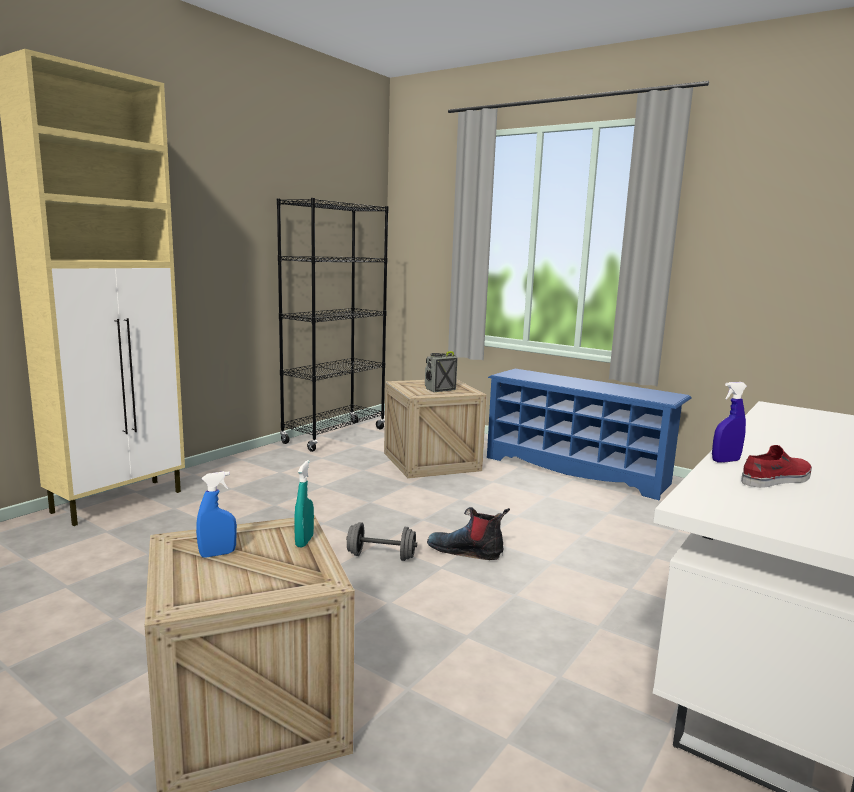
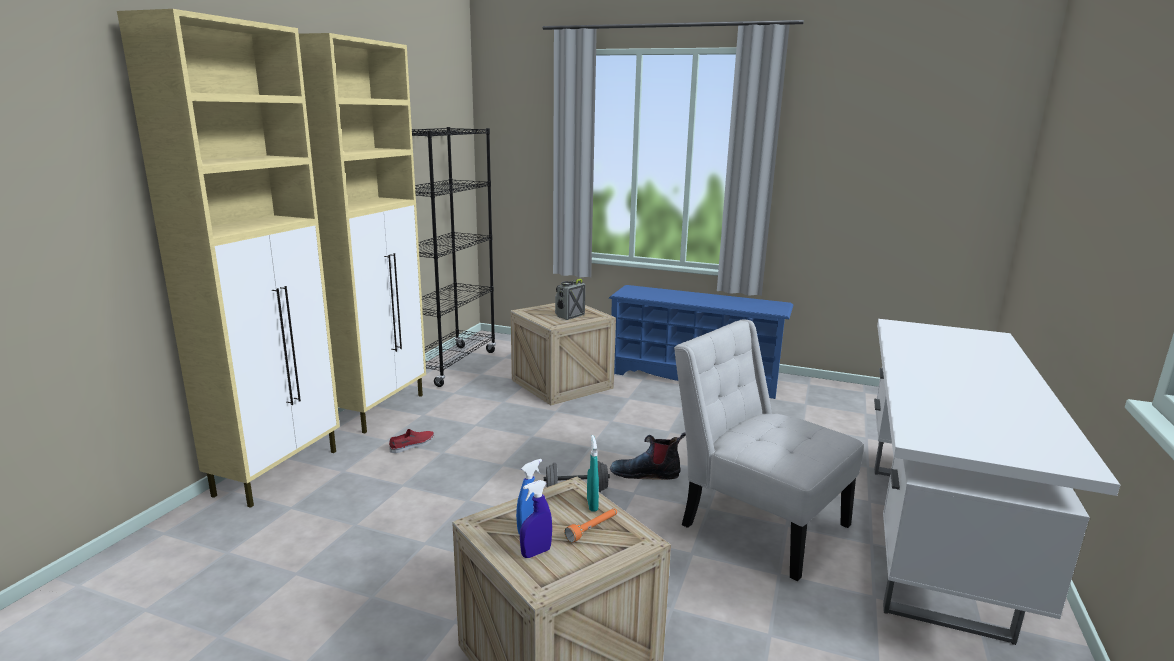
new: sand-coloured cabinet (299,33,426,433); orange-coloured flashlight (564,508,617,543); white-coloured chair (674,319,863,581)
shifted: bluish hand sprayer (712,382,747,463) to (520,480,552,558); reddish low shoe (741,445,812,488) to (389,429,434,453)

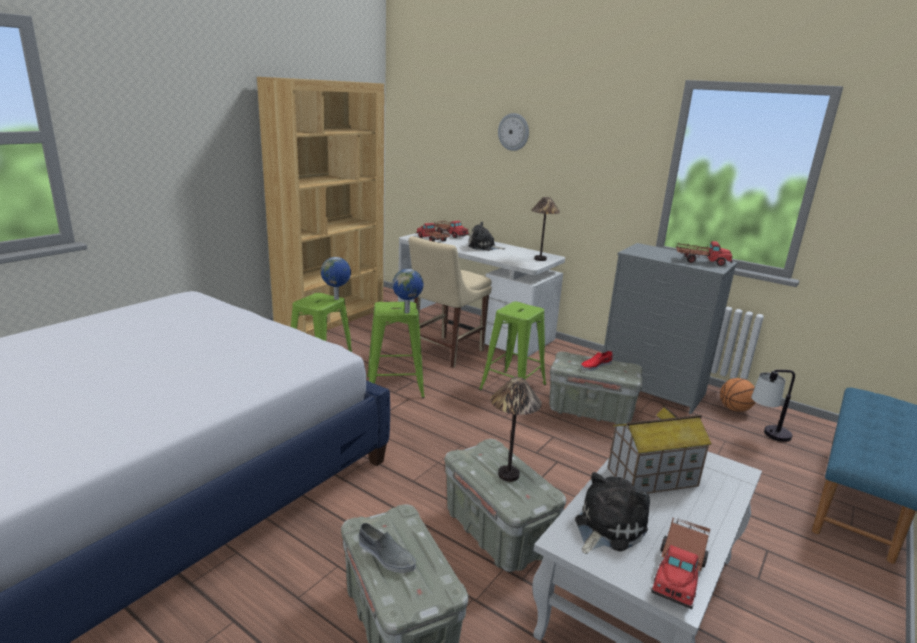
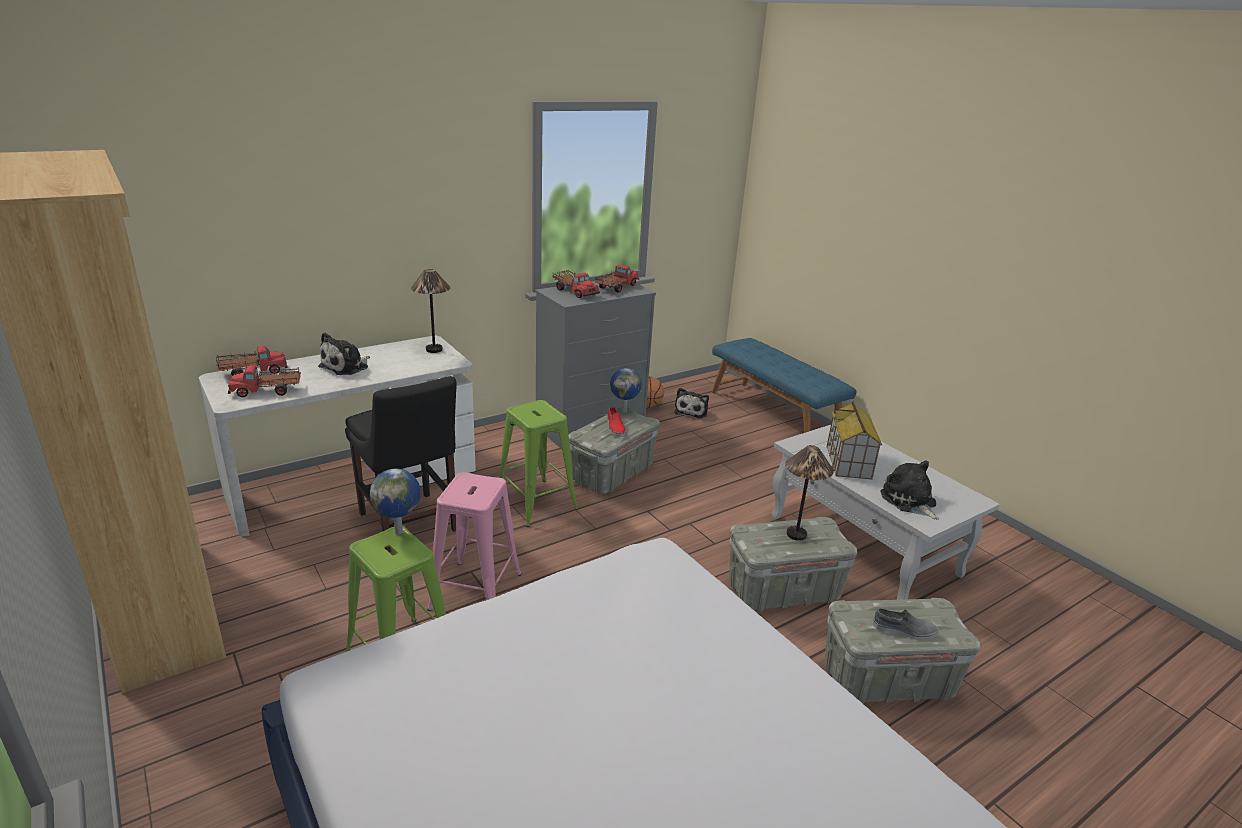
gone: clock on the wall (498,113,529,151)
shifted: desk globe (392,269,424,313) to (610,368,642,413); toy lorry (651,517,711,609) to (552,270,600,298)
swapped: table lamp (751,370,795,442) to soft toy (675,388,709,418)
repainted: green-coloured sitting stool (367,302,425,398) to pinkish sitting stool (427,472,522,611); sand-coloured chair (409,236,492,368) to black chair (345,376,457,553)
rotated: greyish low shoe (358,523,416,573) = (873,608,939,640) 45 degrees clockwise

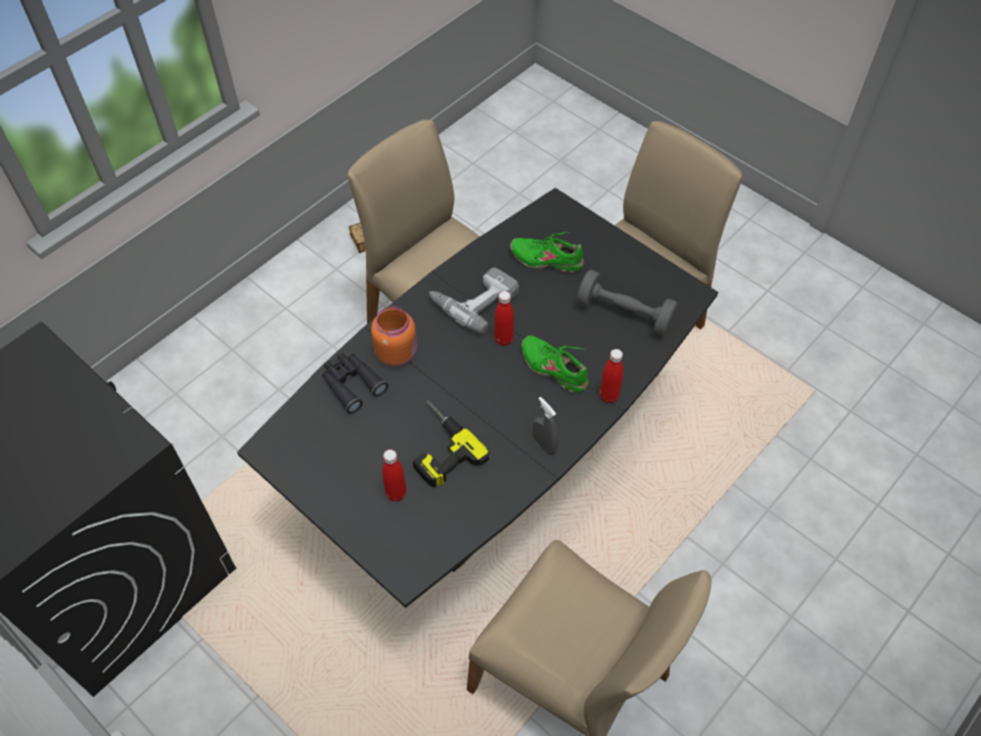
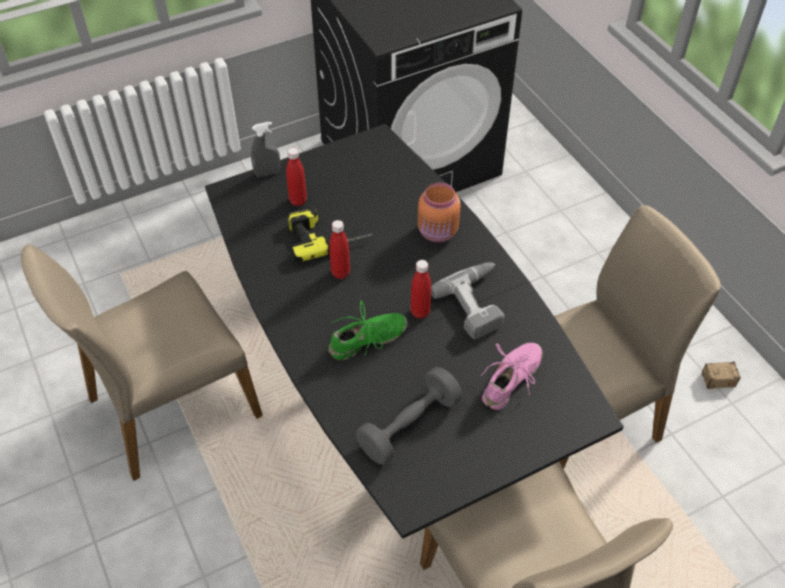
gone: black pair of binoculars (322,353,388,414)
shifted: greyish hand sprayer (533,397,558,455) to (251,122,280,177); reddish bottle (600,349,623,403) to (329,220,350,279)
repainted: green-coloured low shoe (510,232,584,273) to pinkish low shoe (481,343,543,410)

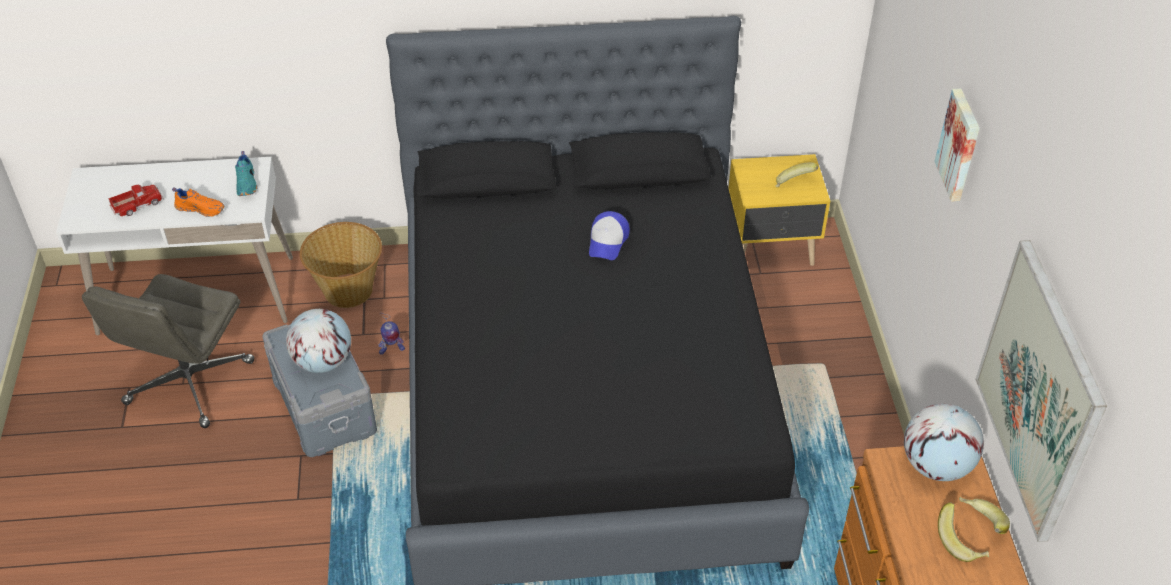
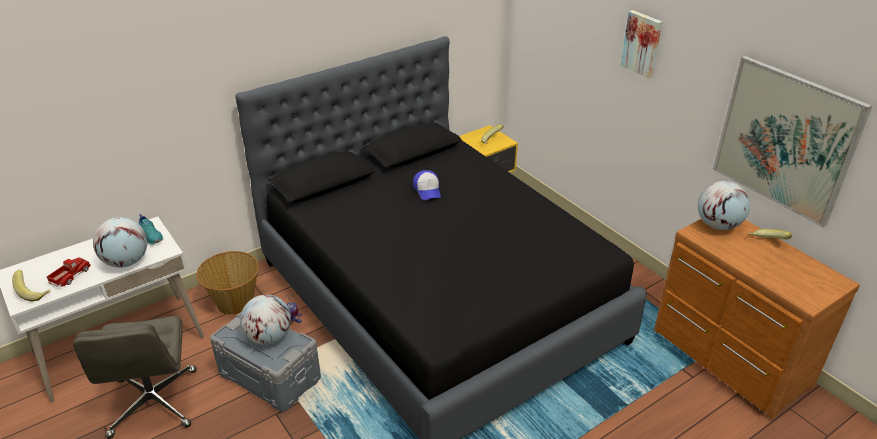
shifted: whole banana (938,502,989,562) to (12,270,51,301)
swapped: orange-coloured low shoe (172,187,224,217) to desk globe (93,217,147,268)

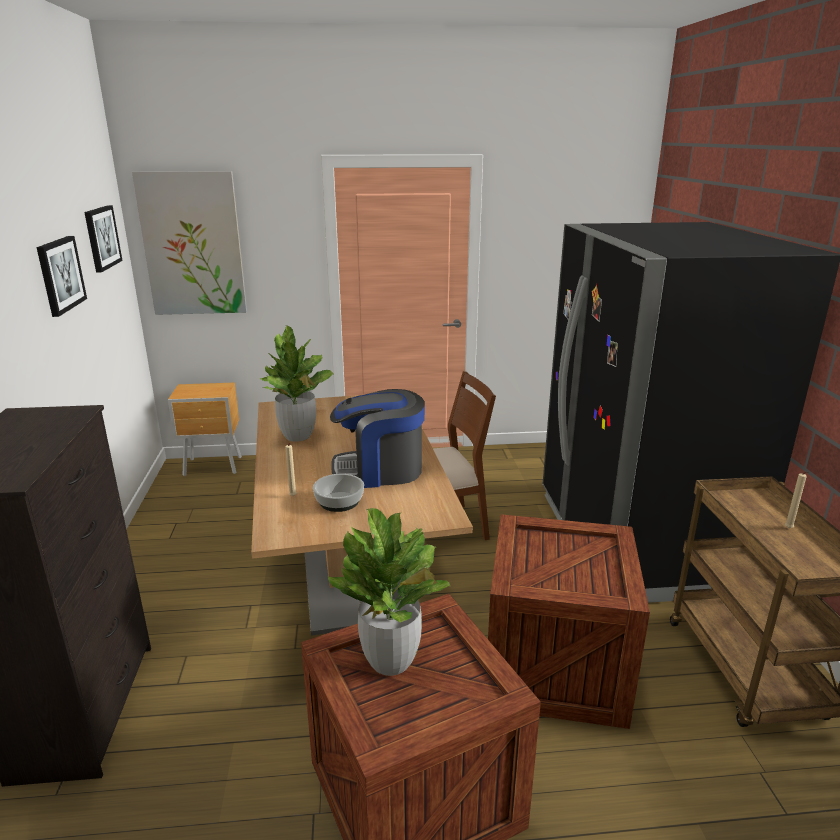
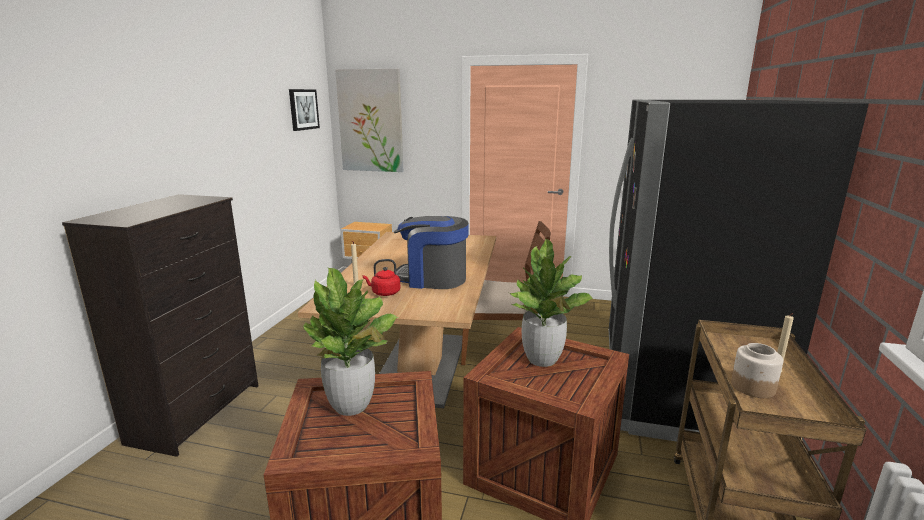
gone: wall art (36,236,87,317)
new: jar (731,343,783,398)
shifted: houseplant (259,325,333,442) to (509,239,593,367)
swapped: serving bowl (313,474,364,512) to reddish kettle (363,259,400,296)

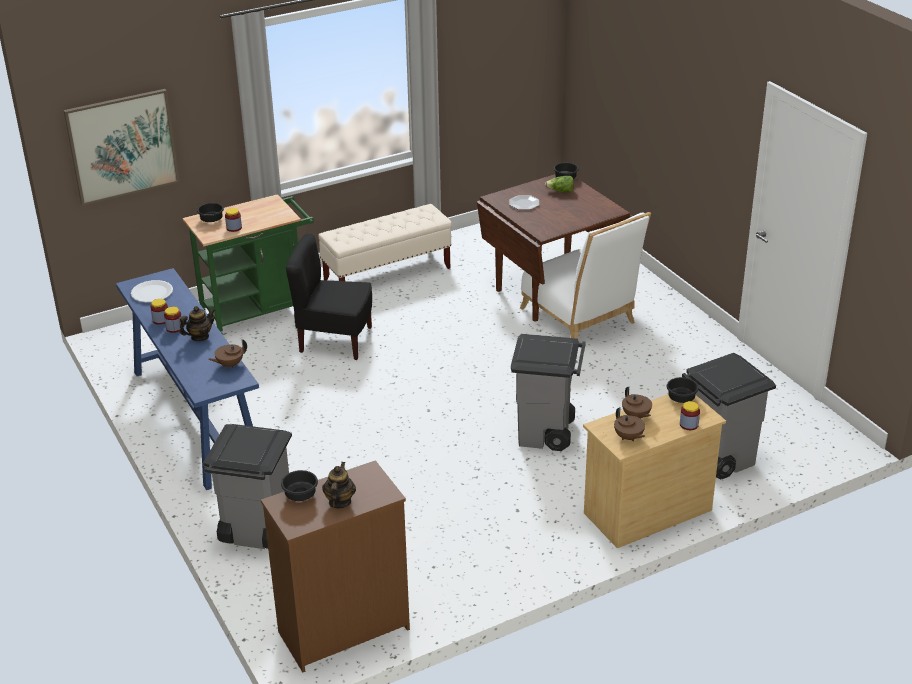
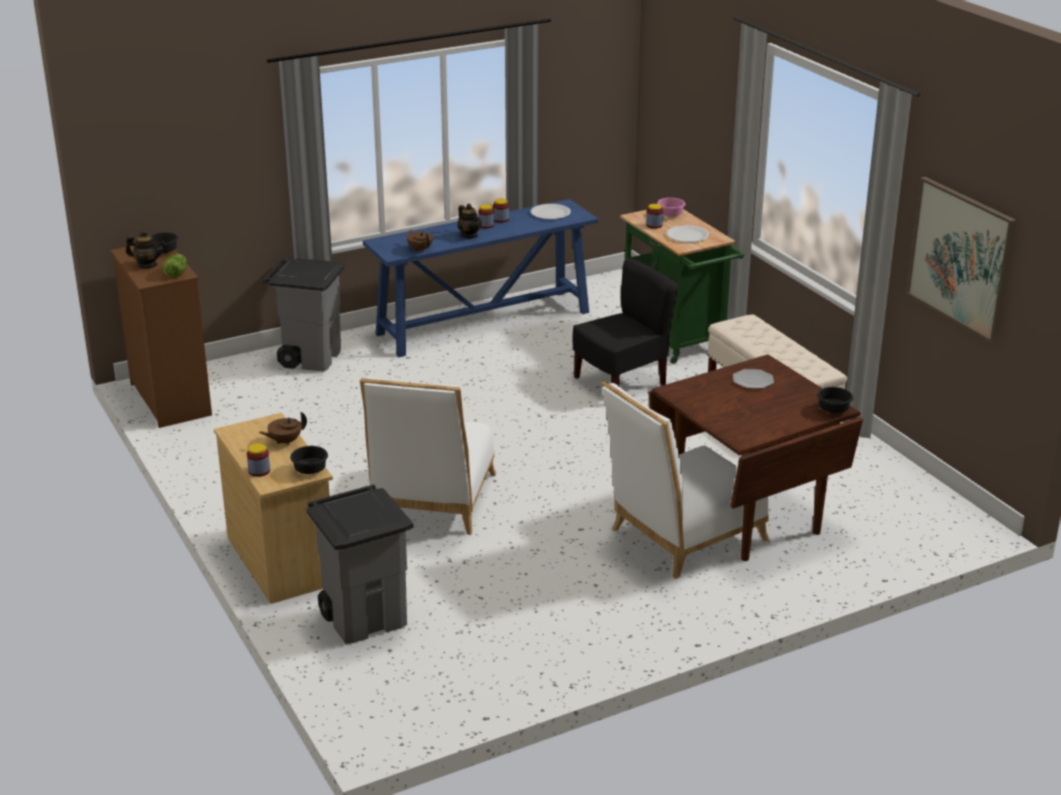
gone: brown-coloured tea pot (614,407,645,442)
new: white-coloured plate (666,225,709,242)
shifted: wall art (64,89,180,206) to (906,177,1016,343); head of lettuce (545,176,574,193) to (162,254,187,278)
swapped: greyish waste bin (511,334,586,451) to white-coloured chair (360,377,496,535)
repainted: black serving bowl (197,203,224,222) to pinkish serving bowl (657,198,685,217)
rotated: black chair (286,234,372,360) = (572,258,678,386) 45 degrees clockwise

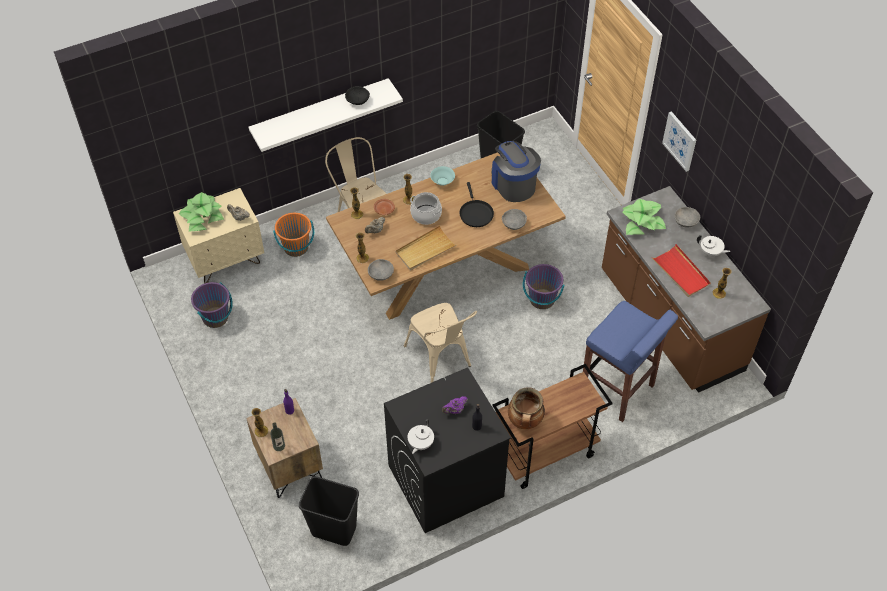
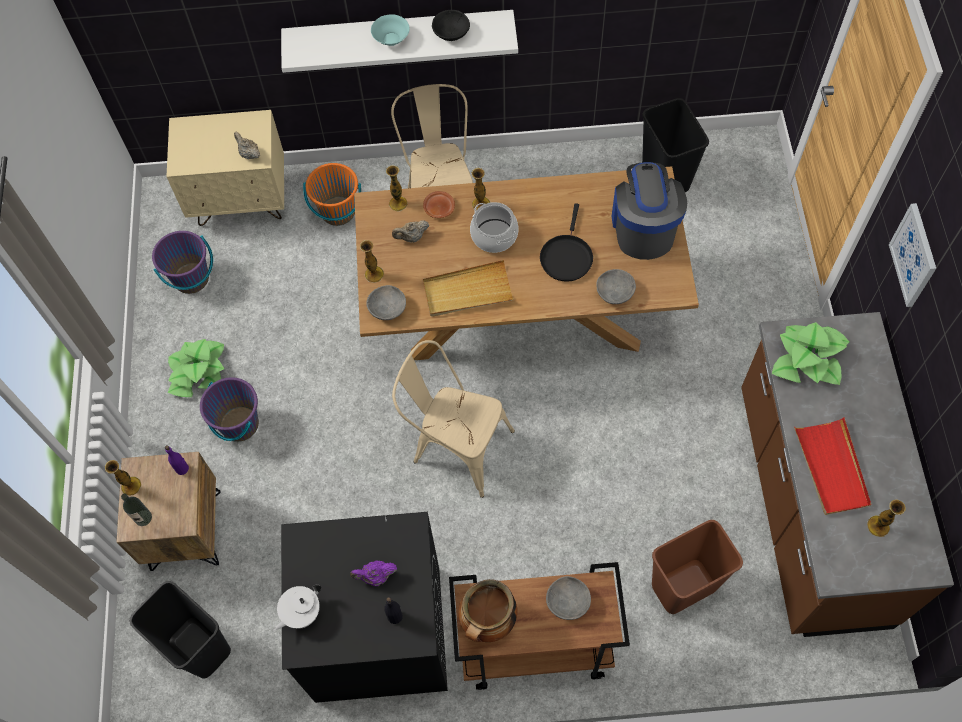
gone: white-coloured tea pot (697,235,730,257)
shifted: houseplant (179,192,224,232) to (167,339,224,397); blue-green serving bowl (430,166,455,186) to (371,14,410,46); purple-coloured bucket (523,264,565,309) to (200,377,259,442); greyish serving bowl (674,207,700,228) to (546,576,591,620)
swapped: bluish sitting stool (583,301,678,422) to brown-coloured waste bin (652,520,743,614)
rotated: sand-coloured chair (404,303,477,383) = (392,340,515,498) 120 degrees clockwise

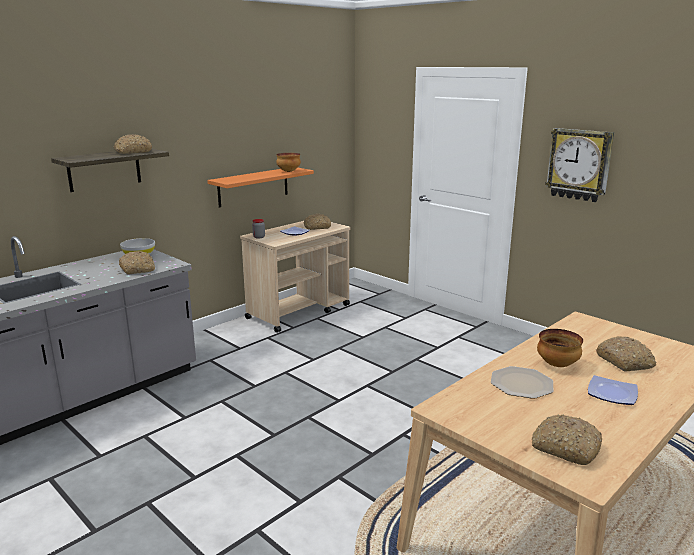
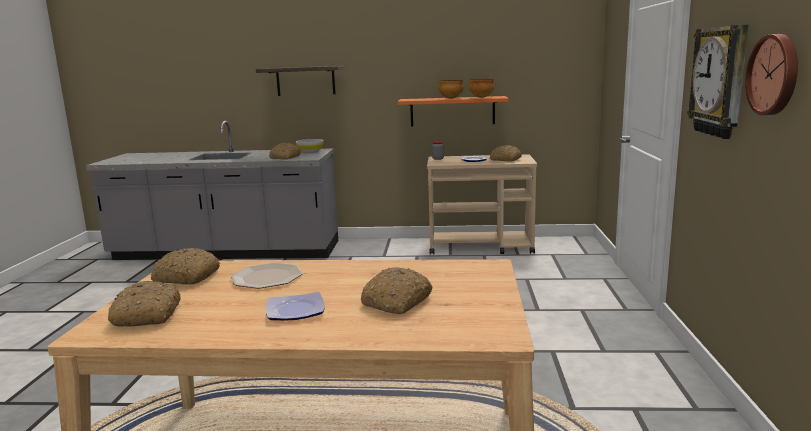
new: clock on the wall (745,34,798,115)
shifted: bakery bread (114,134,152,154) to (151,248,220,284); serving bowl (537,329,583,367) to (439,80,463,99)

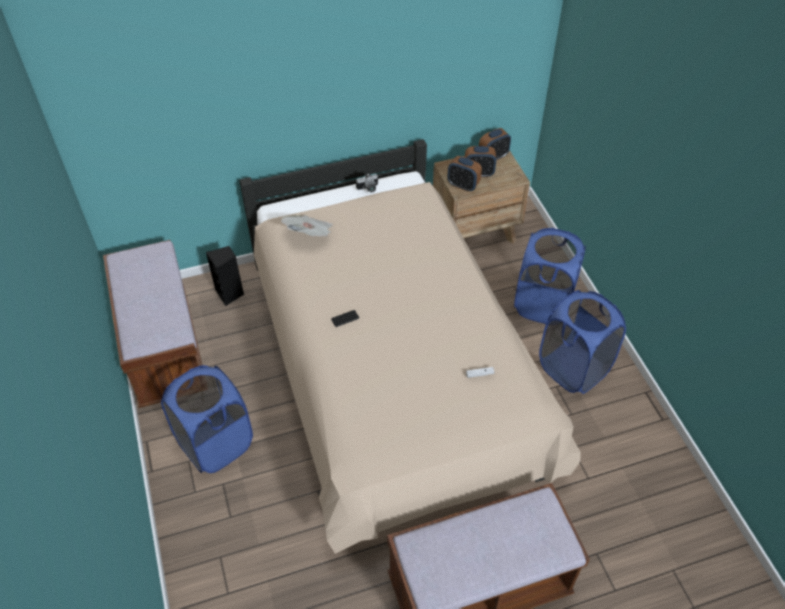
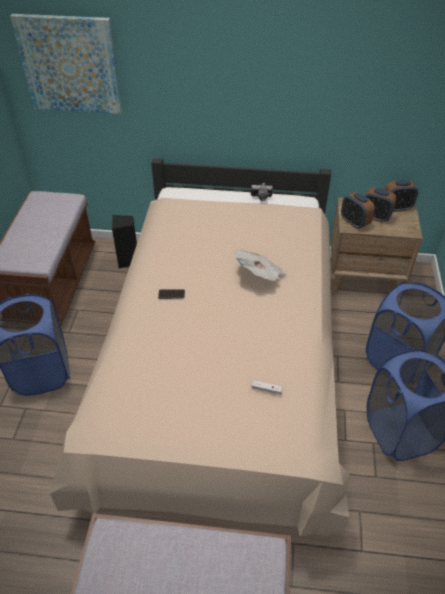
new: wall art (10,14,122,114)
shifted: daily paper (281,215,333,236) to (233,249,287,281)

